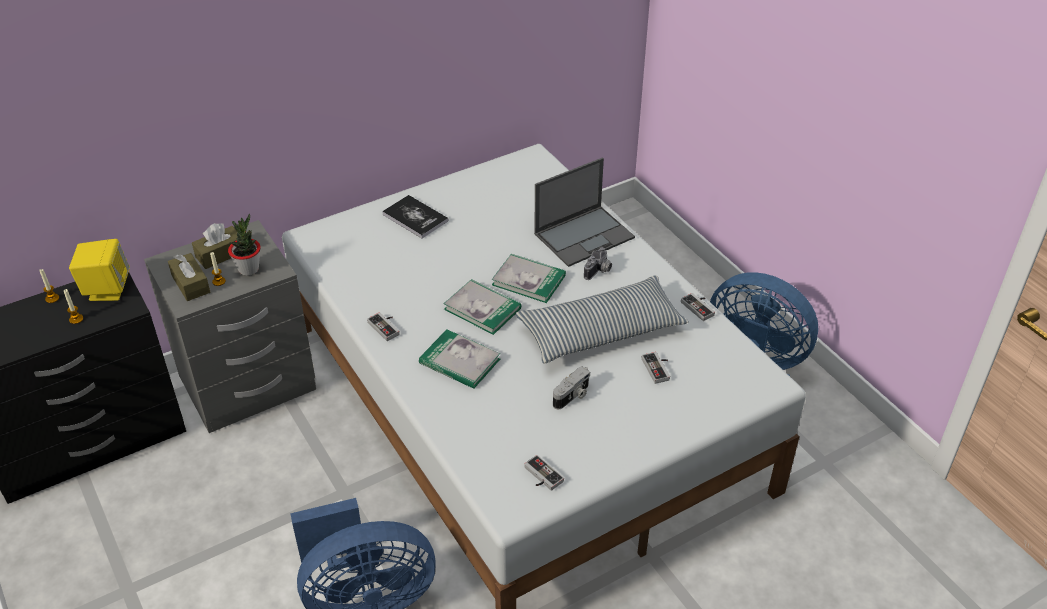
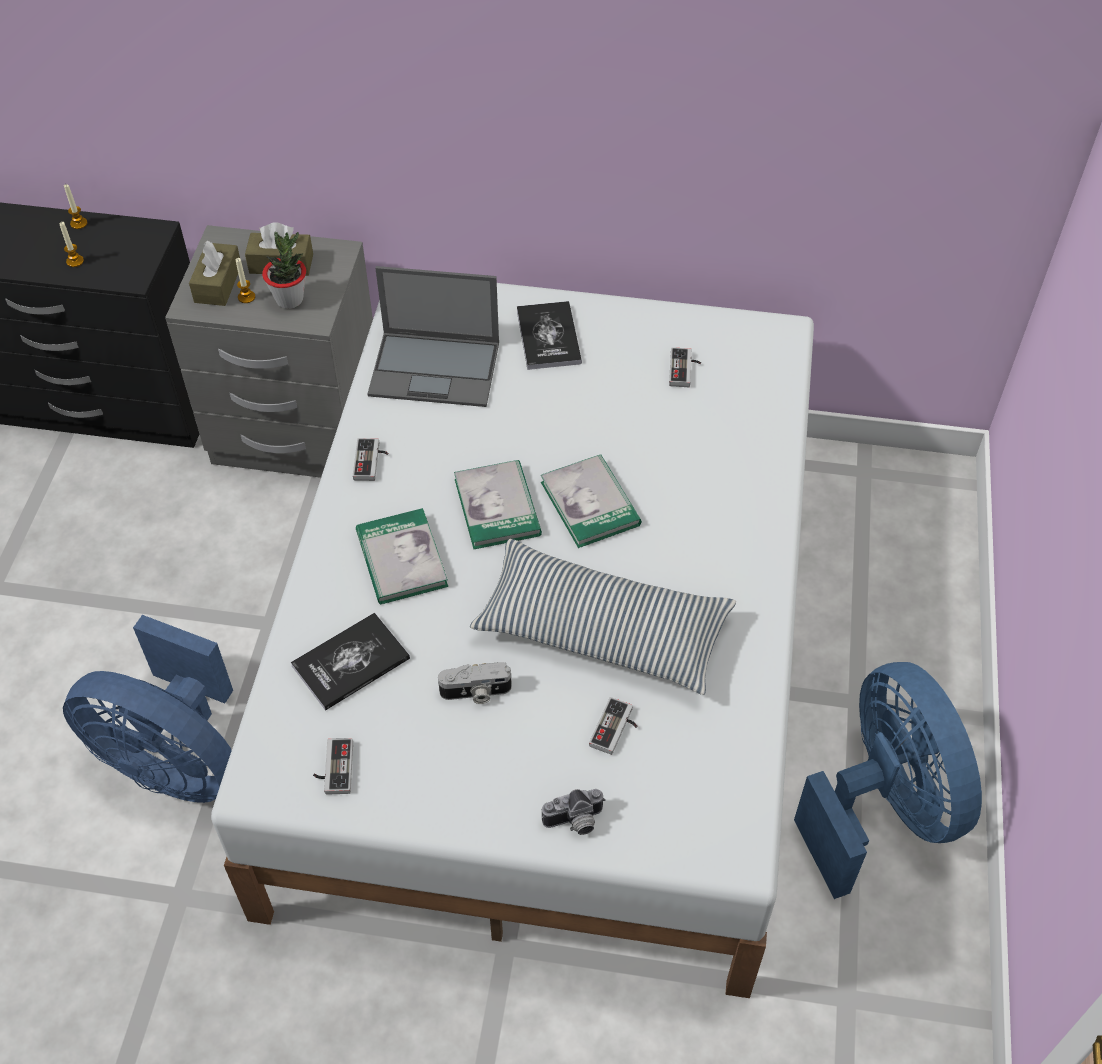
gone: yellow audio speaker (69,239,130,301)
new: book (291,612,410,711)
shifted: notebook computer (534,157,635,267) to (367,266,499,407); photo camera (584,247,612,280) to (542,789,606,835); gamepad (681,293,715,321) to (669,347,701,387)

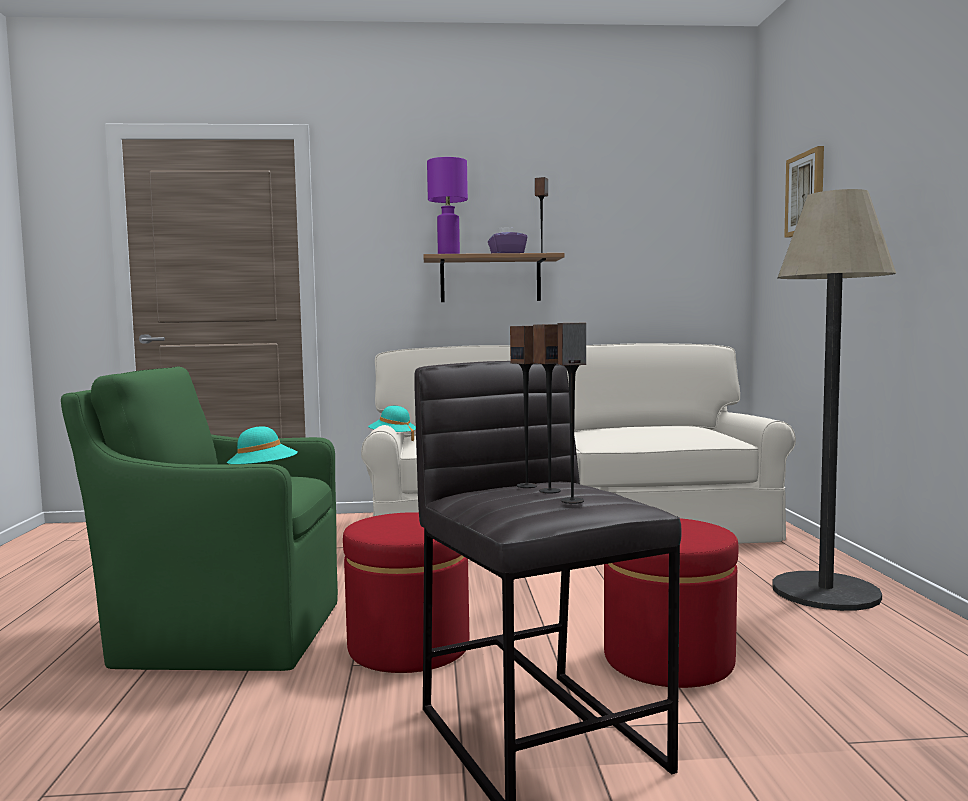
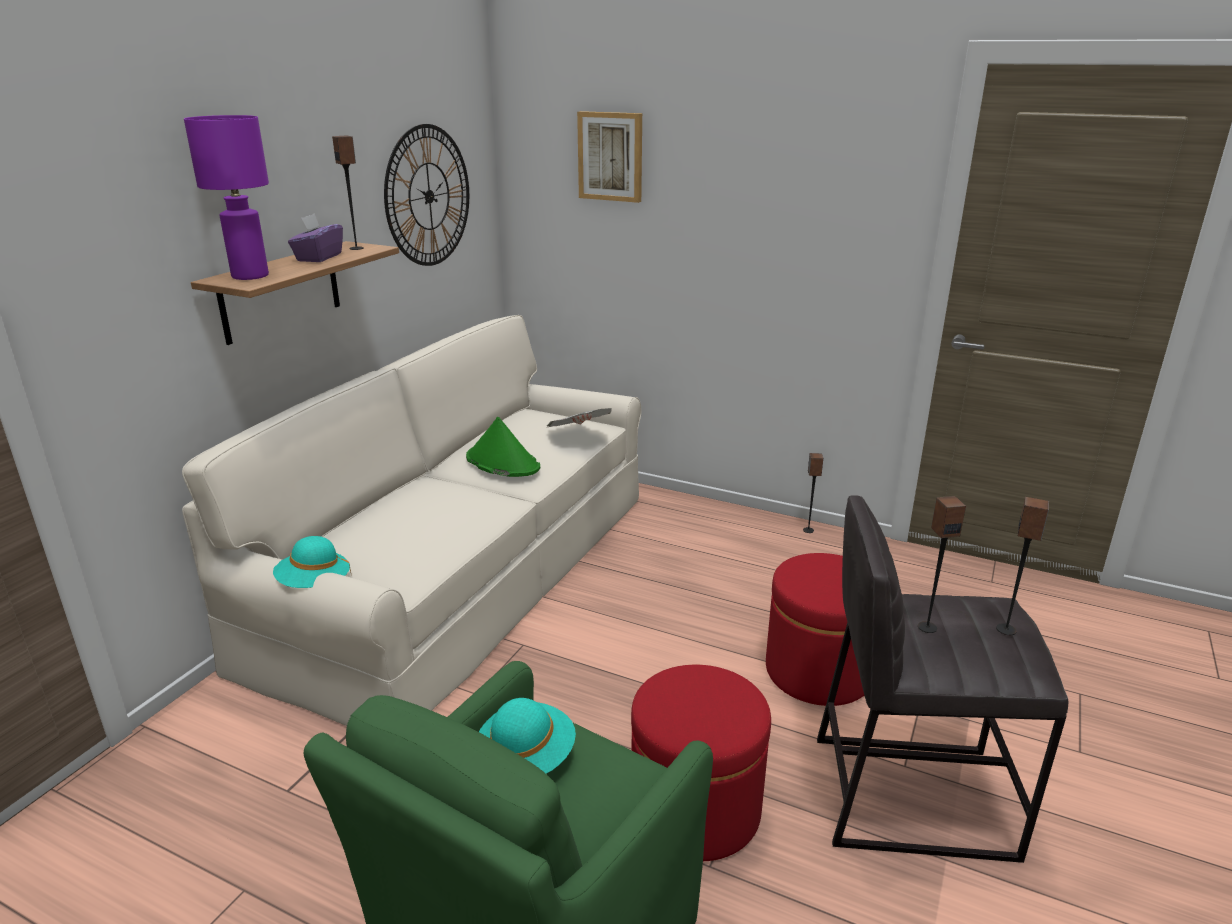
gone: floor lamp (773,189,896,611)
new: clock on the wall (384,124,469,266); green-coloured hat (466,417,540,477); daily paper (547,408,612,427)
shifted: audio speaker (533,324,561,493) to (803,453,823,533)

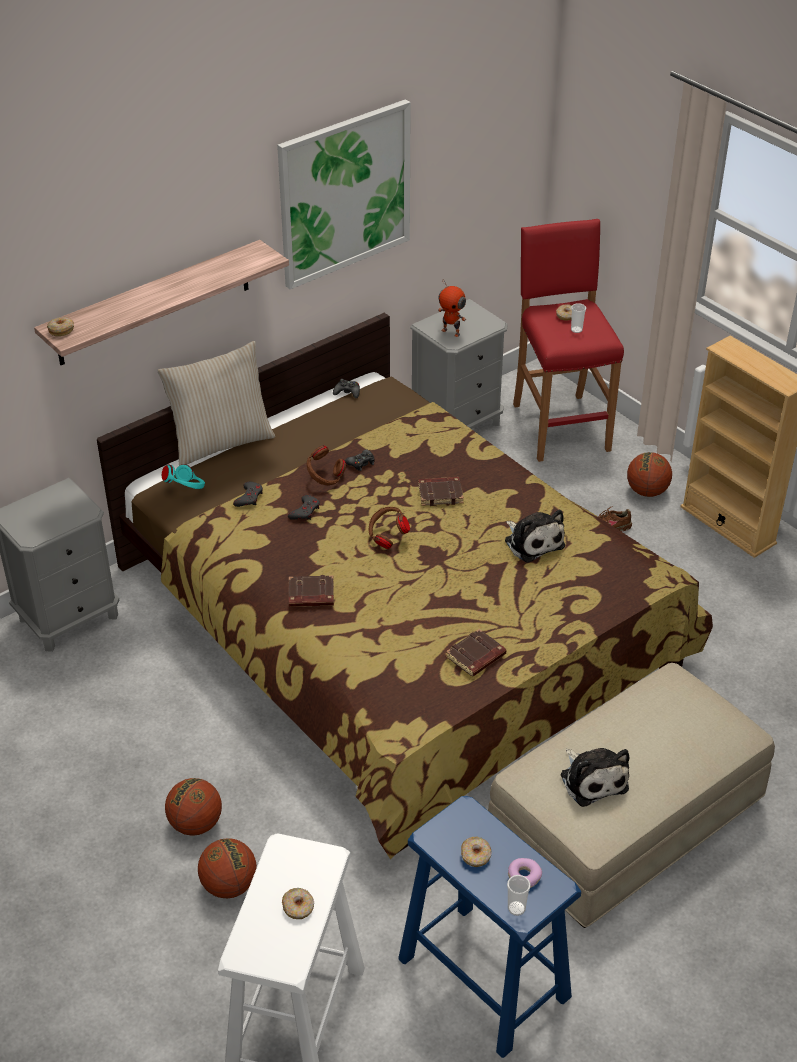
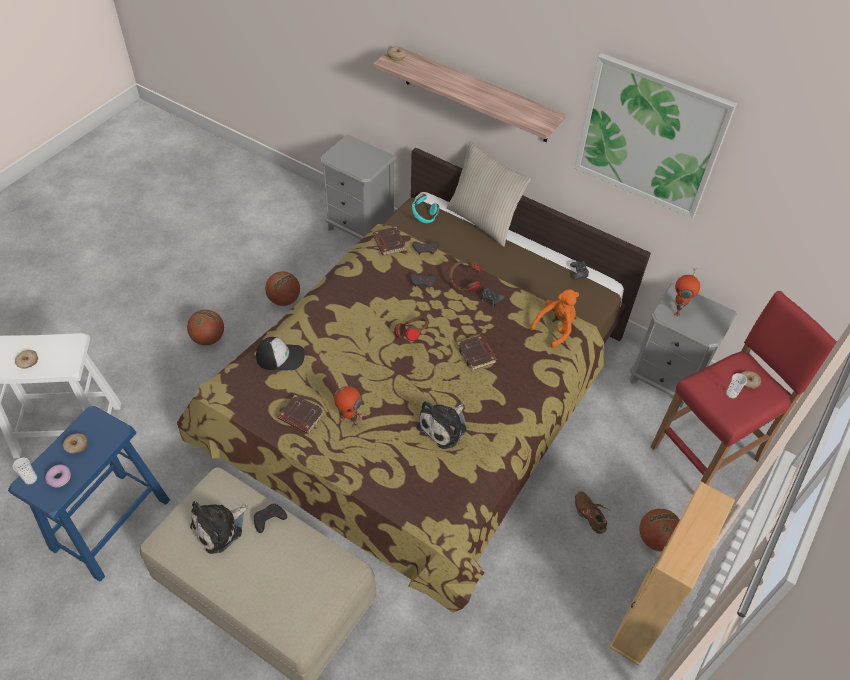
new: black gamepad (254,504,287,533); cap (256,337,305,370); robot figure (334,381,363,428); orange-coloured soft toy (530,289,579,348)
shifted: basketball (198,838,257,898) to (265,271,300,306); brown-coloured book (288,575,334,607) to (373,226,406,256)

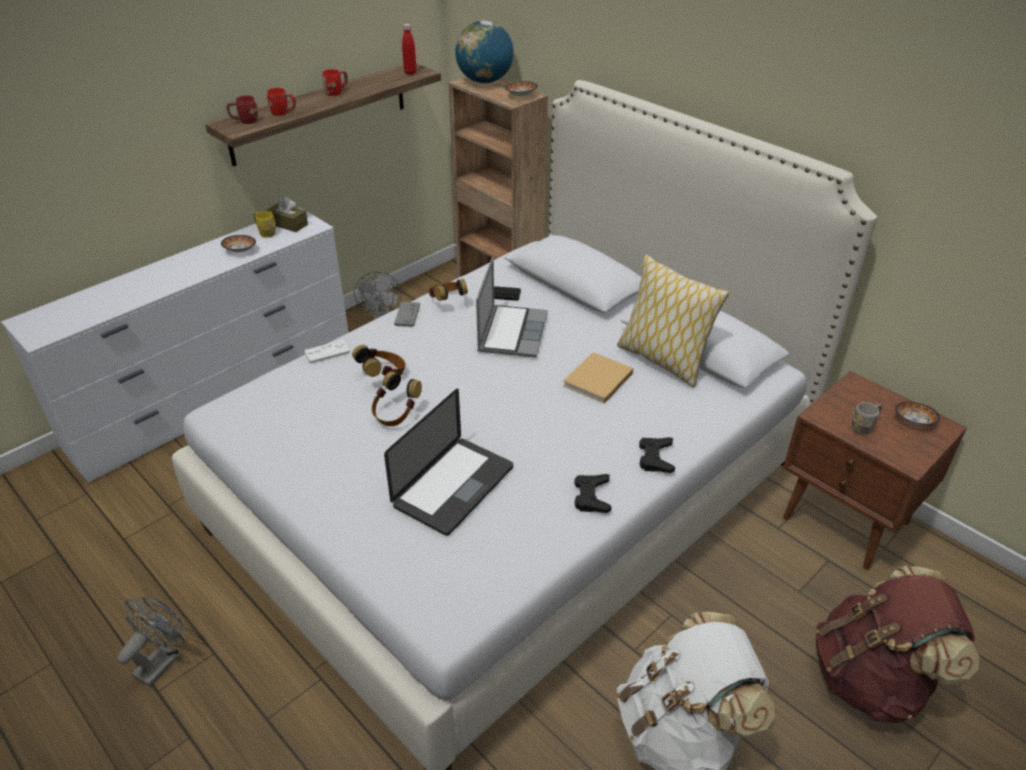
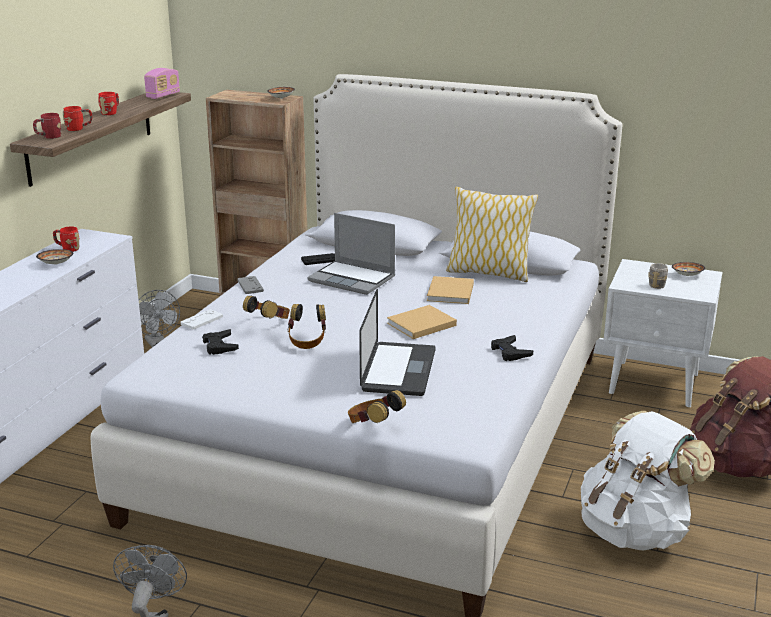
gone: brown-coloured tissue box (266,196,308,232); desk globe (455,20,514,83)
new: sand-coloured book (387,305,457,339)
shifted: pair of headphones (429,279,468,301) to (348,390,406,423); black gamepad (639,437,675,473) to (202,329,239,355)
swapped: reddish bottle (402,24,417,75) to radio set (144,68,180,99)
repainted: yellow coffee mug (253,211,276,237) to reddish coffee mug (53,226,80,252); brown-coloured nightstand (783,371,967,570) to white-coloured nightstand (603,259,722,407)
rotated: notebook computer (476,257,548,357) = (307,213,395,295) 135 degrees clockwise

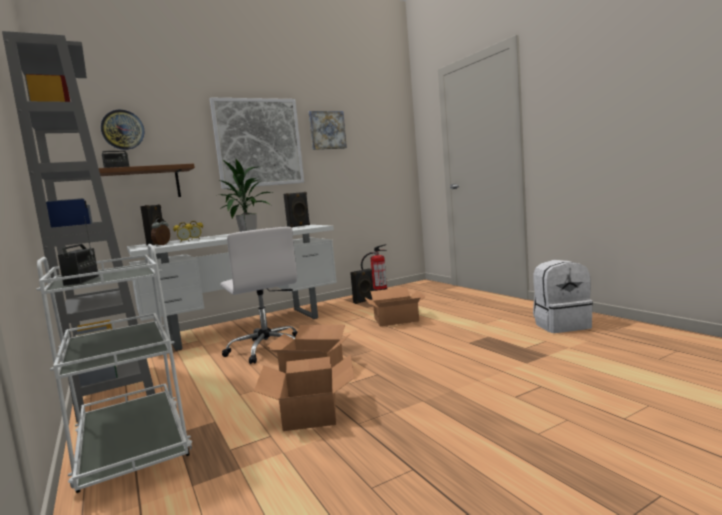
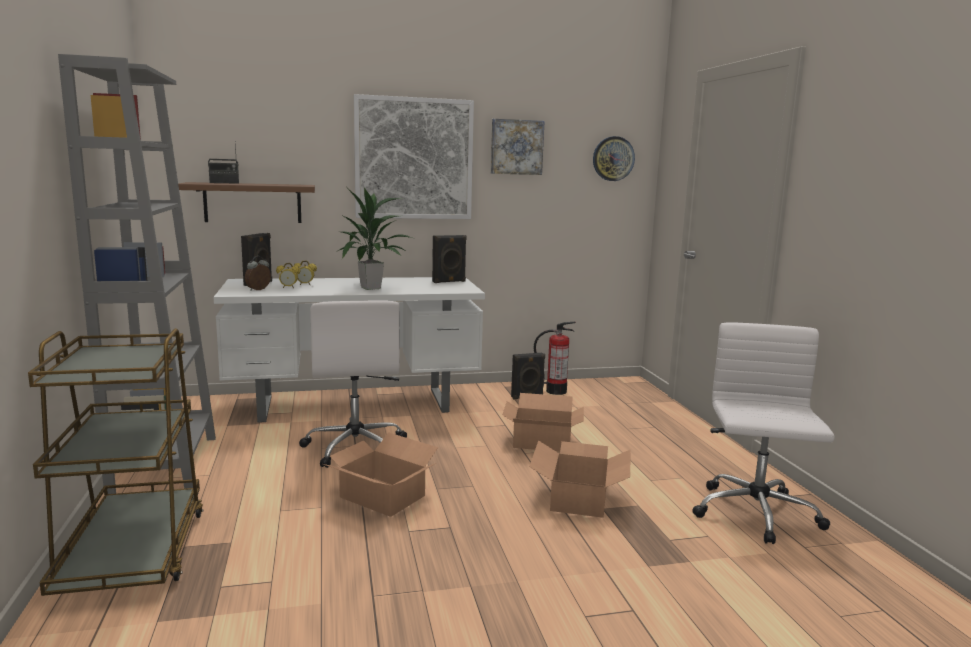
gone: radio set (58,216,99,286)
shifted: clock on the wall (101,110,144,150) to (593,136,635,181); packing box (254,354,354,431) to (529,440,631,518)
swapped: white-coloured knapsack (533,260,593,333) to white-coloured desk chair (692,322,835,544)
repainted: white-coloured trolley (36,244,192,493) to brown-coloured trolley (28,328,203,596)

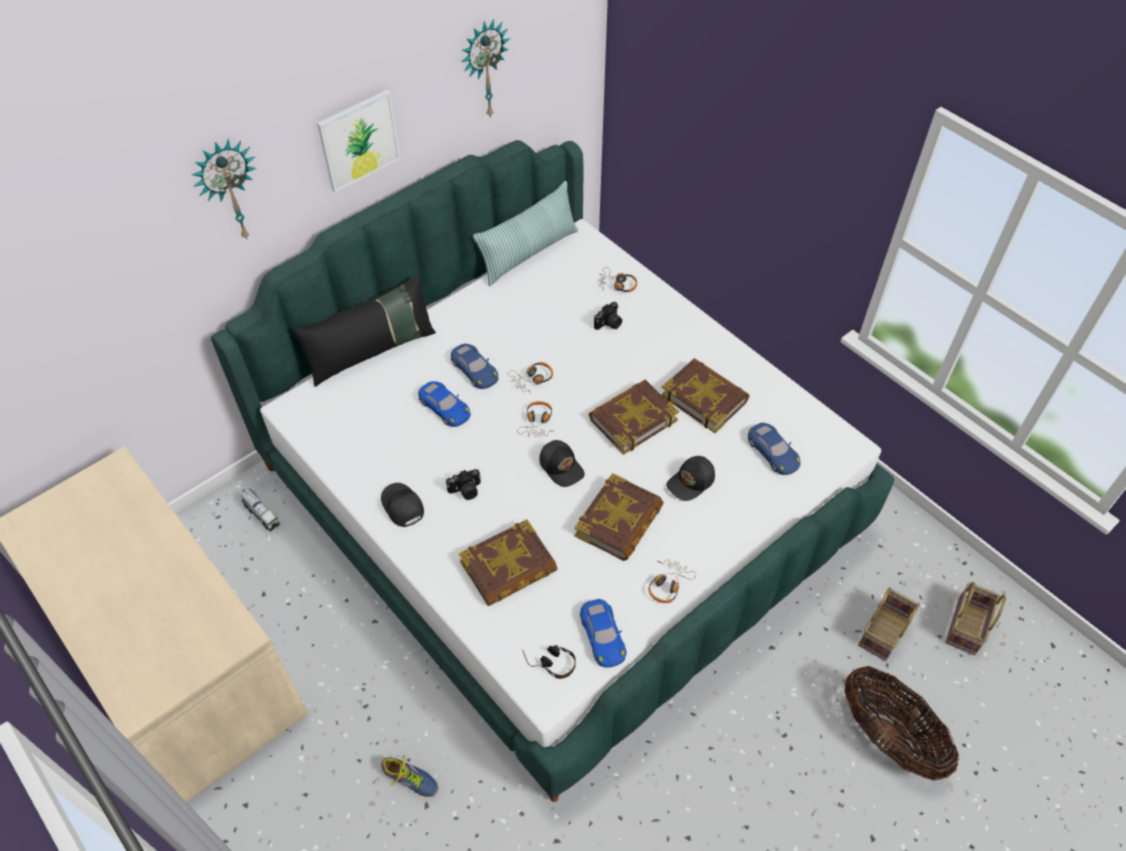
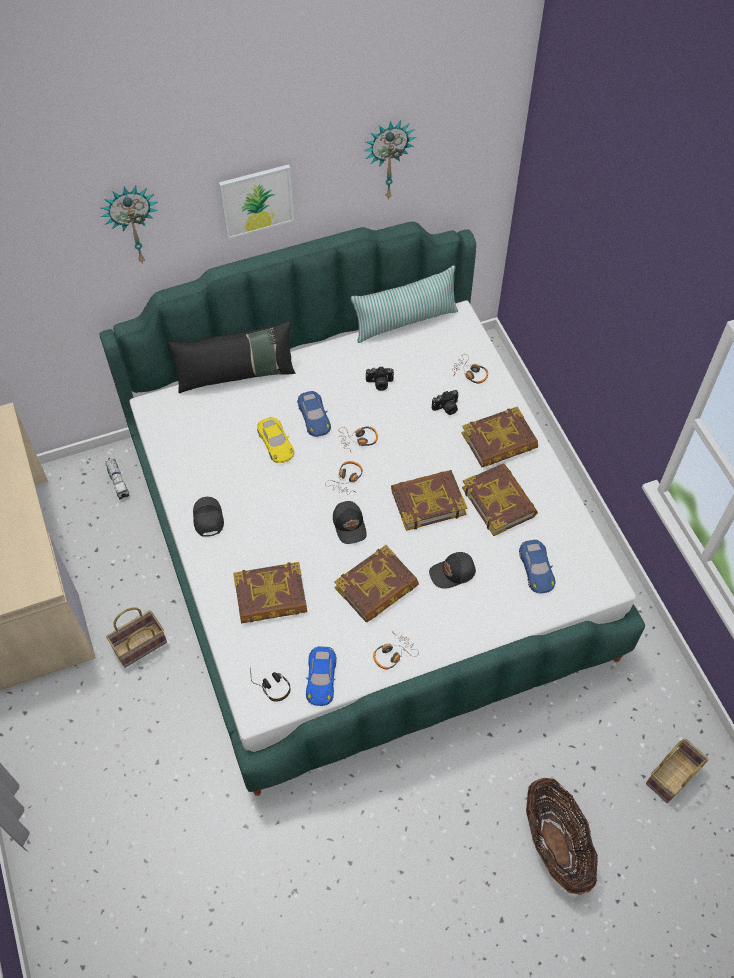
gone: low shoe (381,755,438,797)
new: book (462,406,538,467)
shifted: photo camera (446,469,481,500) to (366,366,394,391); household basket (858,587,920,661) to (106,607,167,668)
repainted: bluish model car (418,381,471,427) to yellow model car (257,417,294,463)

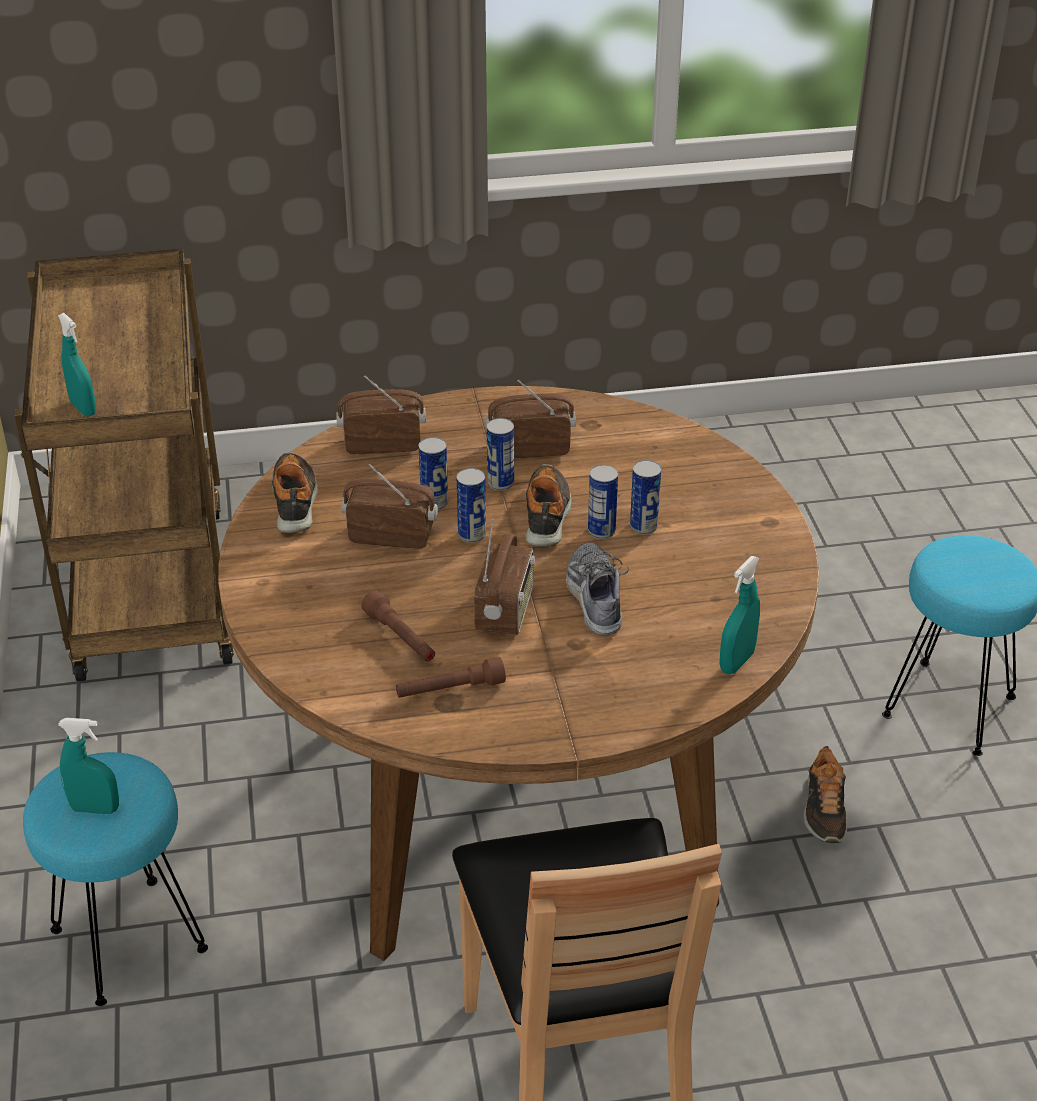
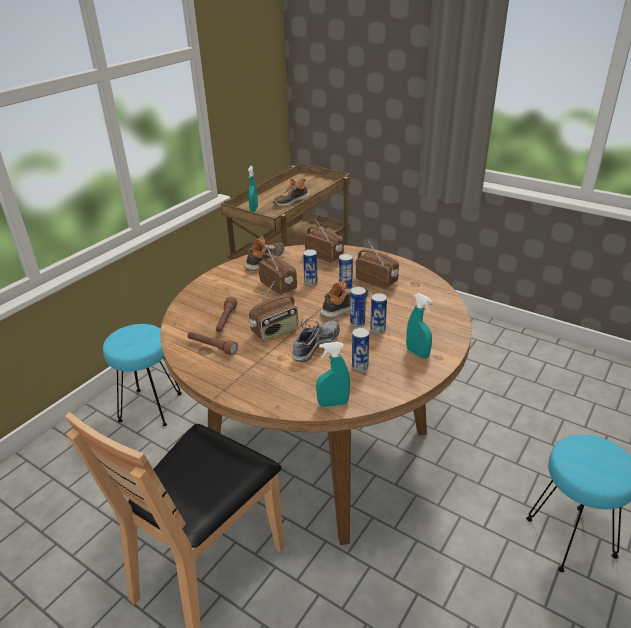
shifted: blue-green hand sprayer (58,718,119,814) to (406,293,433,359); can (457,468,486,543) to (352,327,369,372); low shoe (803,746,847,843) to (273,178,310,206)

